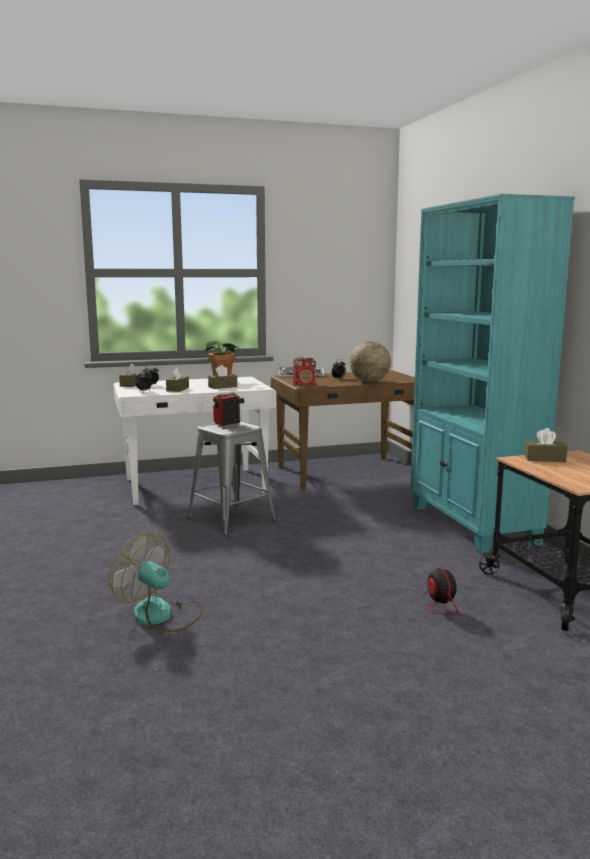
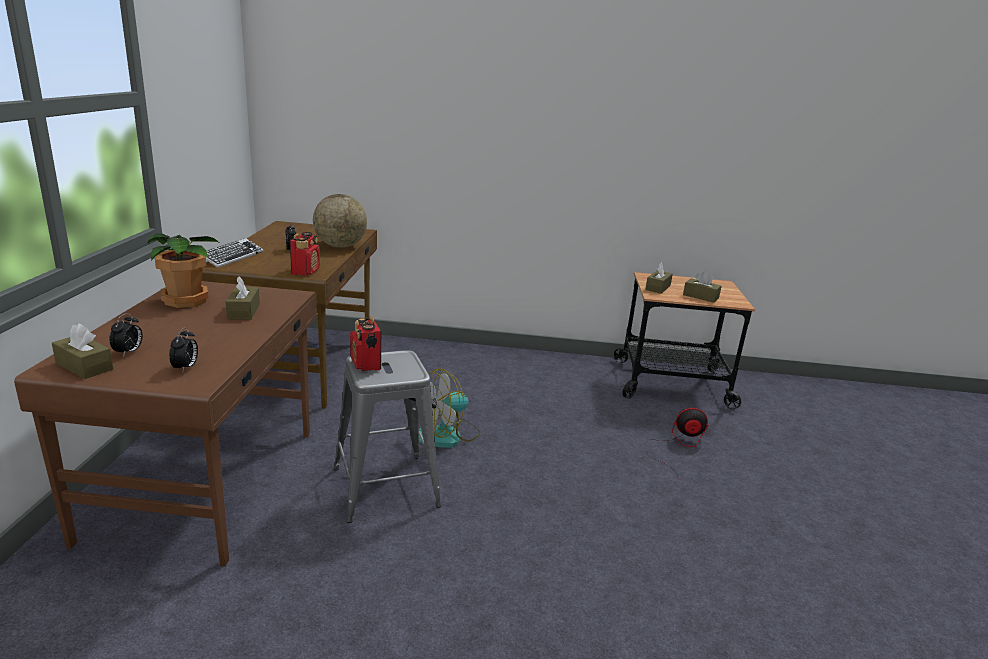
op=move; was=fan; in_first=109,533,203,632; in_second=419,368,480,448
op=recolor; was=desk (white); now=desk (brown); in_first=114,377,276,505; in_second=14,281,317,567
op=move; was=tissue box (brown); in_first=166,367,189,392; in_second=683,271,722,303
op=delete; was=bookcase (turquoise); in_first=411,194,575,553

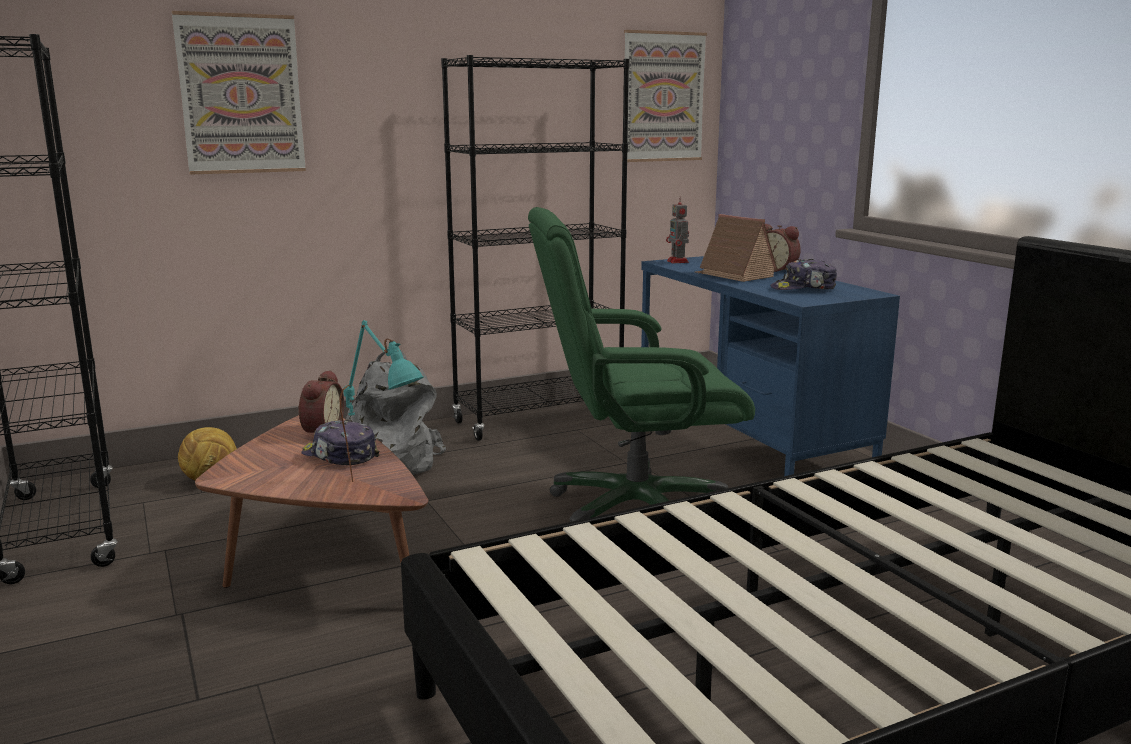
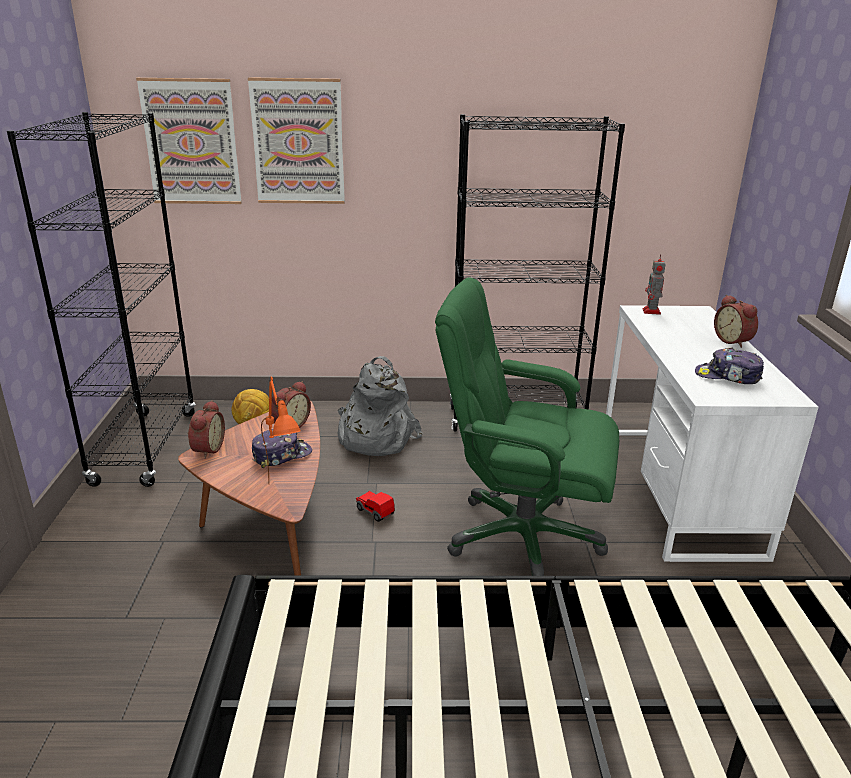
op=rotate; was=cap; in_first=301,419,380,465; in_second=252,429,312,468; clockwise=90
op=recolor; was=table lamp (turquoise); now=table lamp (orange); in_first=340,320,424,482; in_second=261,377,300,481
op=move; was=picture; in_first=624,30,707,162; in_second=136,78,242,204
op=recolor; was=desk (blue); now=desk (white); in_first=641,256,900,476; in_second=606,305,818,562
op=delete; was=toy house; in_first=695,214,778,282
op=insert; now=alarm clock; in_second=188,400,225,459
op=insert; now=toy car; in_second=356,491,395,522

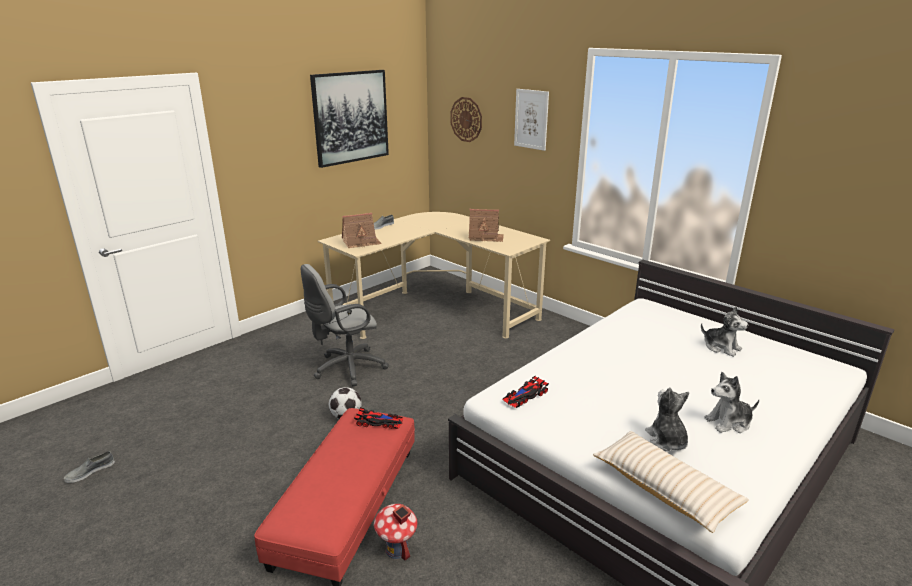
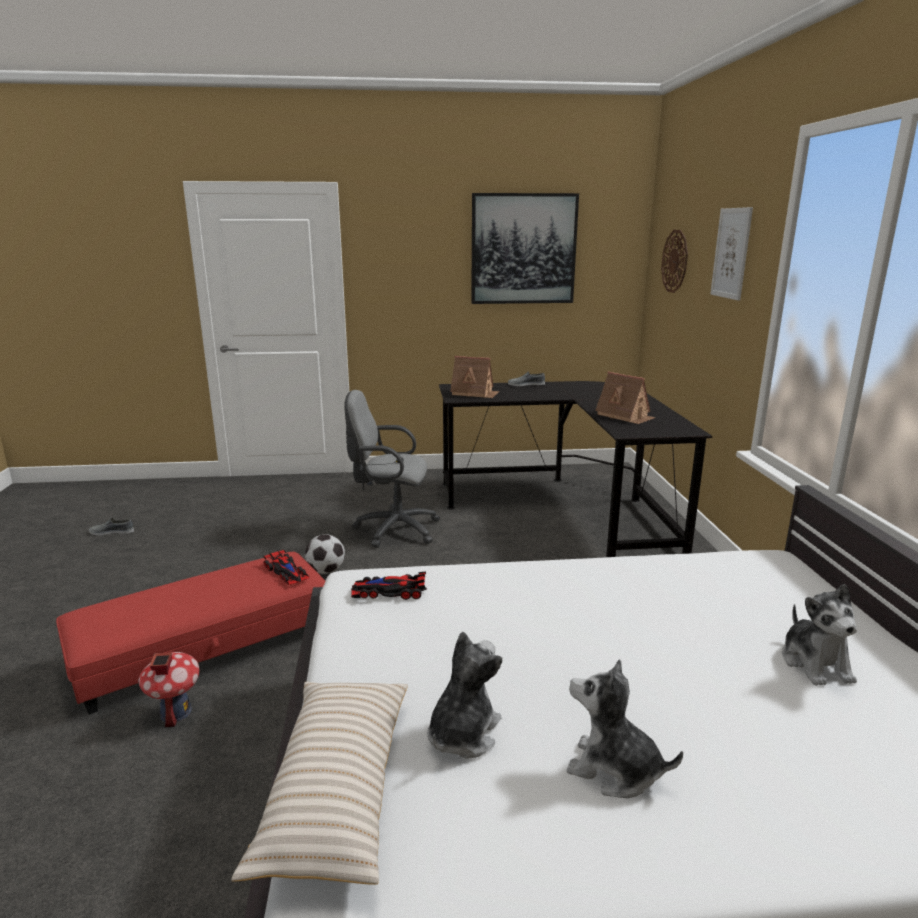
op=recolor; was=desk (beige); now=desk (black); in_first=318,212,550,339; in_second=439,381,712,557

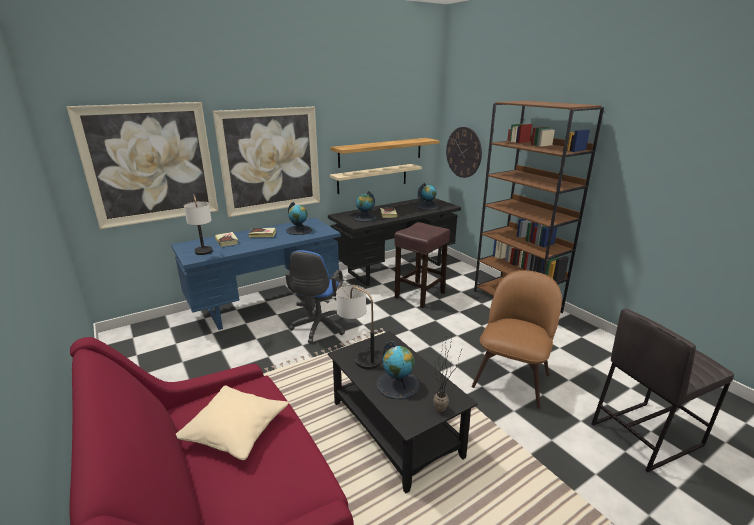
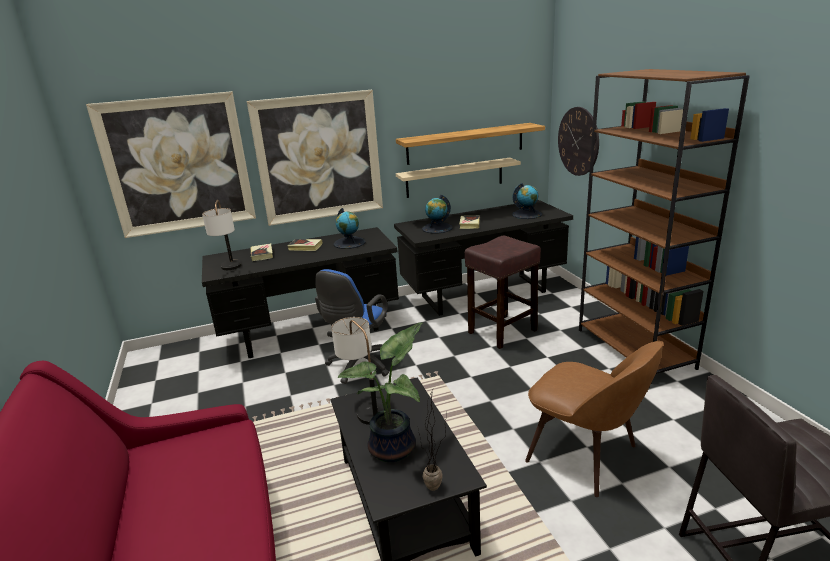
op=recolor; was=desk (blue); now=desk (black); in_first=171,218,341,330; in_second=202,227,399,359
op=delete; was=pillow (beige); in_first=176,385,289,460
op=replace; was=globe; now=potted plant; in_first=377,341,420,400; in_second=337,323,422,462
op=rotate; was=chair (brown); in_first=472,270,562,409; in_second=525,341,664,497; clockwise=90

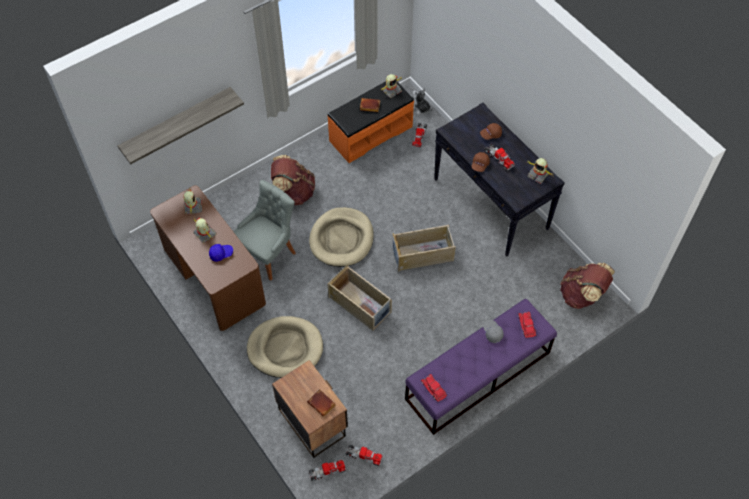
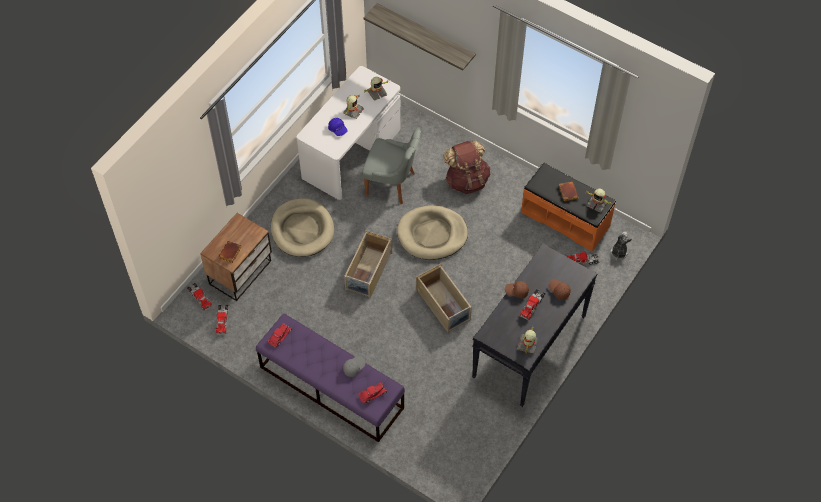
op=recolor; was=desk (brown); now=desk (white); in_first=150,185,266,331; in_second=297,66,401,200
op=delete; was=backpack (brown); in_first=560,263,615,309

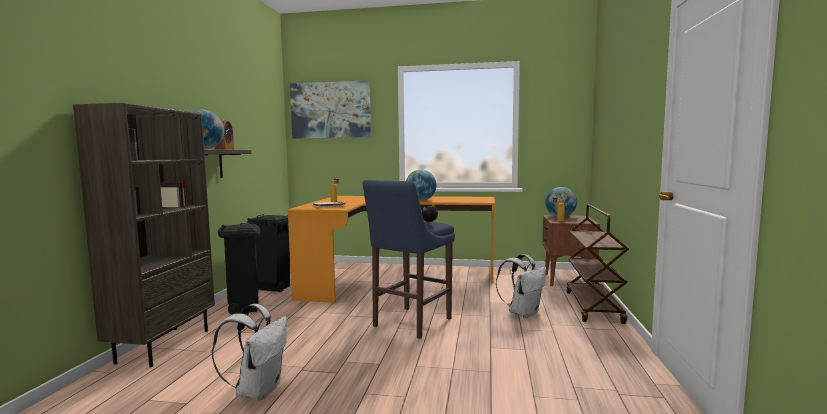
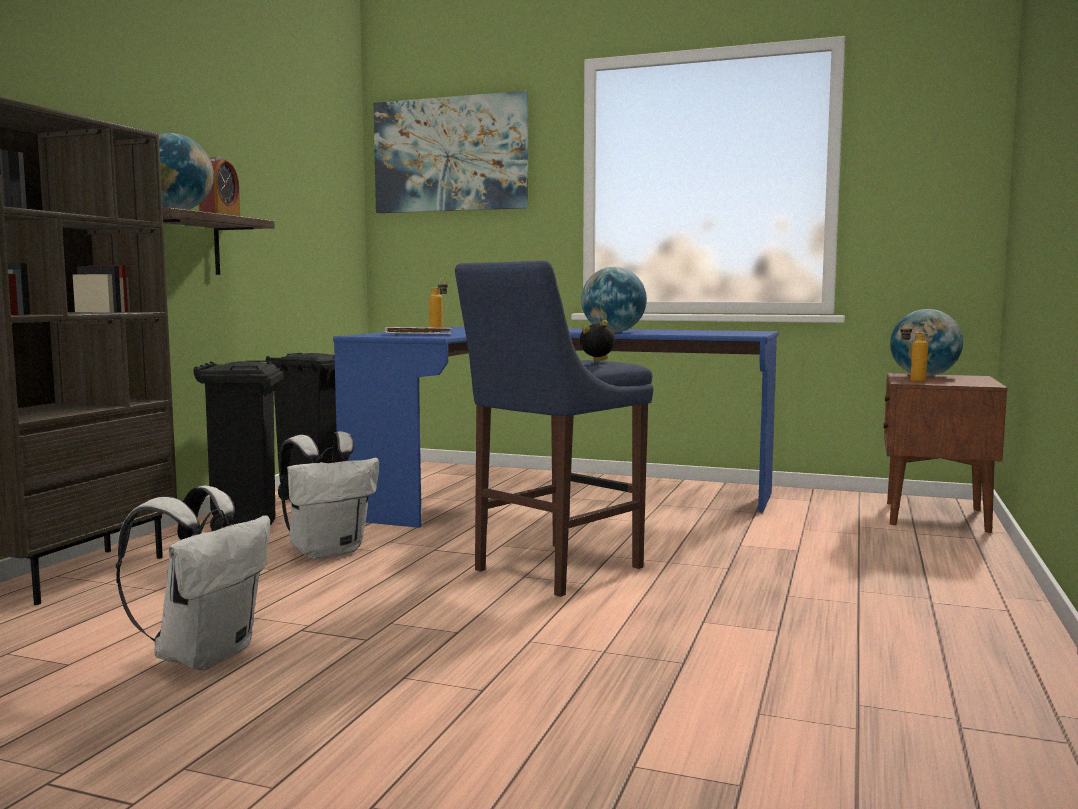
op=recolor; was=desk (orange); now=desk (blue); in_first=287,196,495,303; in_second=333,327,779,528
op=move; was=backpack (white); in_first=496,254,546,318; in_second=279,431,379,559
op=delete; was=cart (brown); in_first=566,204,629,324

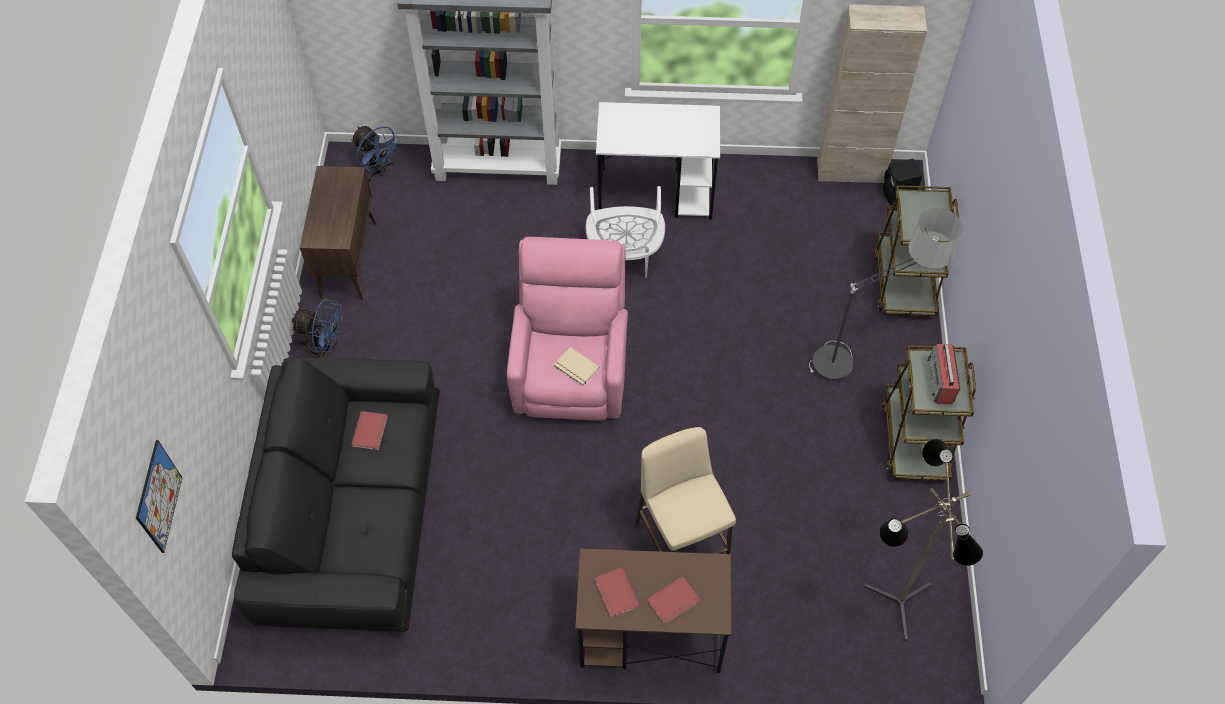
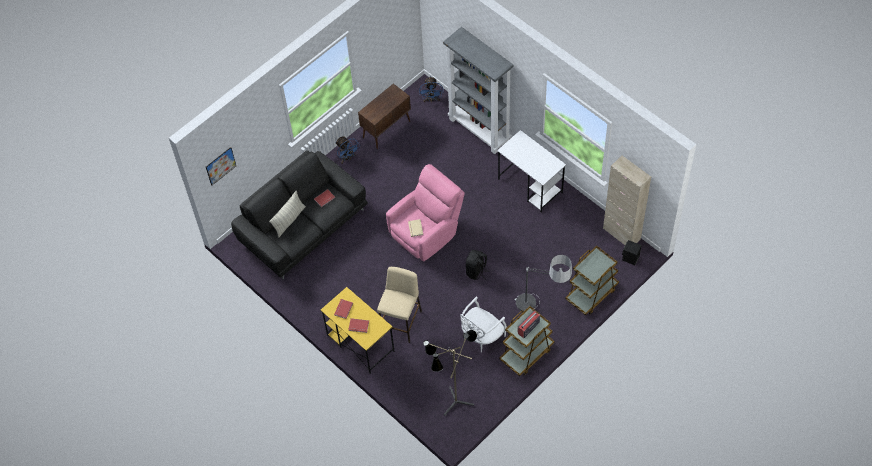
op=recolor; was=desk (brown); now=desk (yellow); in_first=575,548,731,673; in_second=321,287,395,374
op=move; was=chair (white); in_first=586,186,665,278; in_second=461,296,507,353
op=insert; now=pillow; in_second=269,191,306,237
op=insert; now=backpack (black); in_second=466,250,487,280

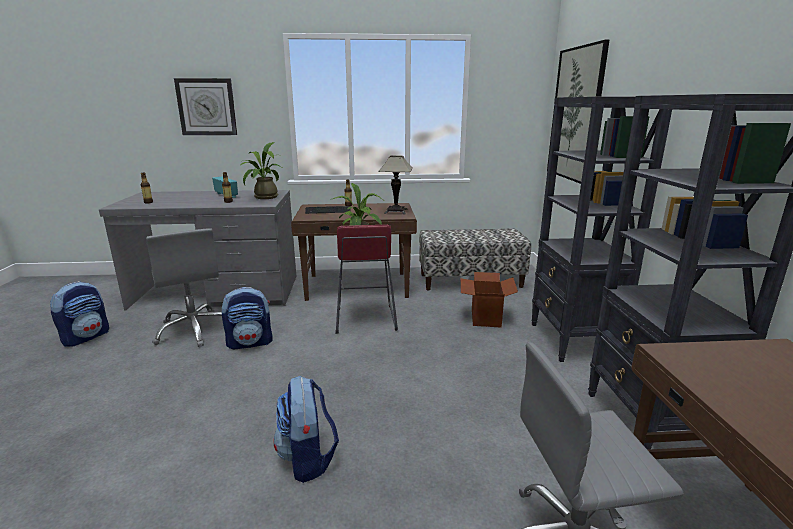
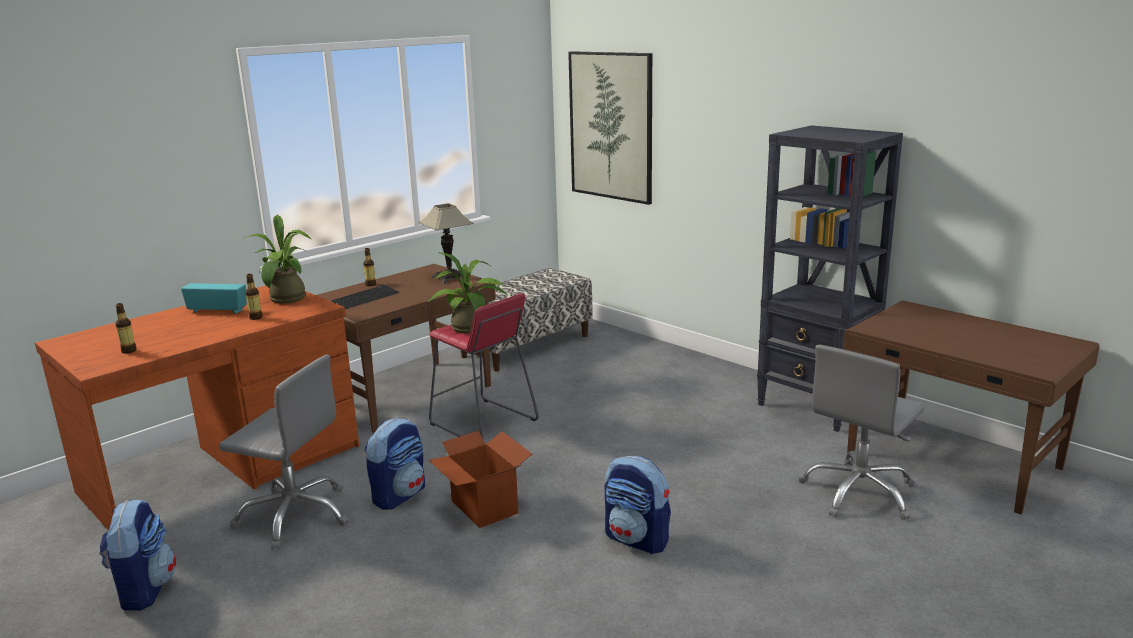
op=recolor; was=desk (grey); now=desk (brown); in_first=99,190,296,311; in_second=35,286,359,531
op=delete; was=wall clock; in_first=174,78,237,135
op=move; was=cardboard box; in_first=461,272,518,328; in_second=429,431,532,528
op=delete; was=bookcase (black); in_first=531,97,672,362

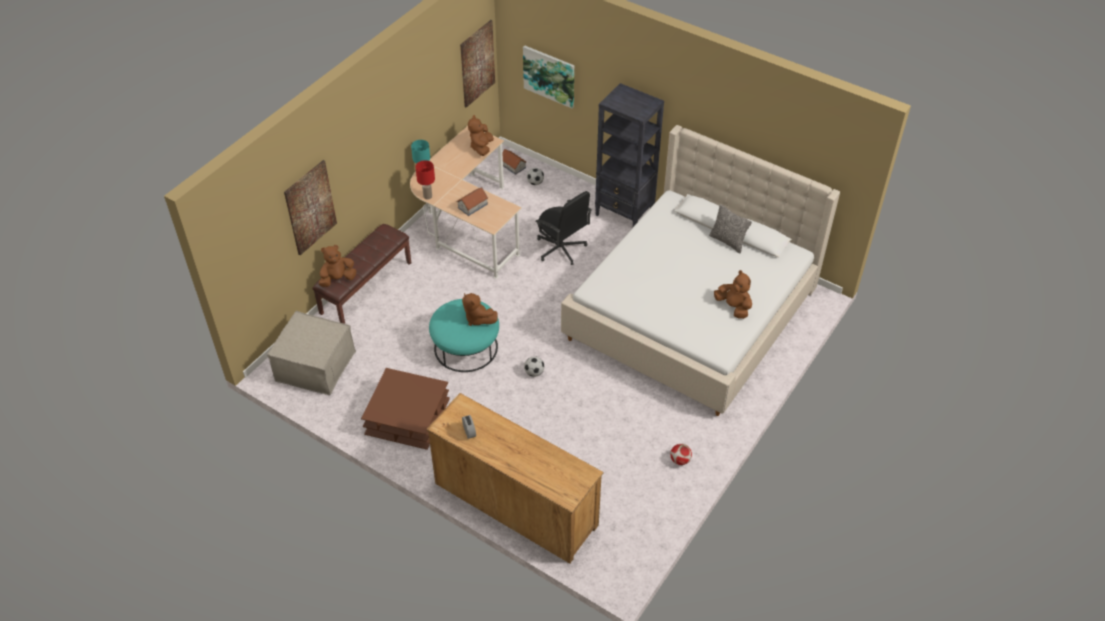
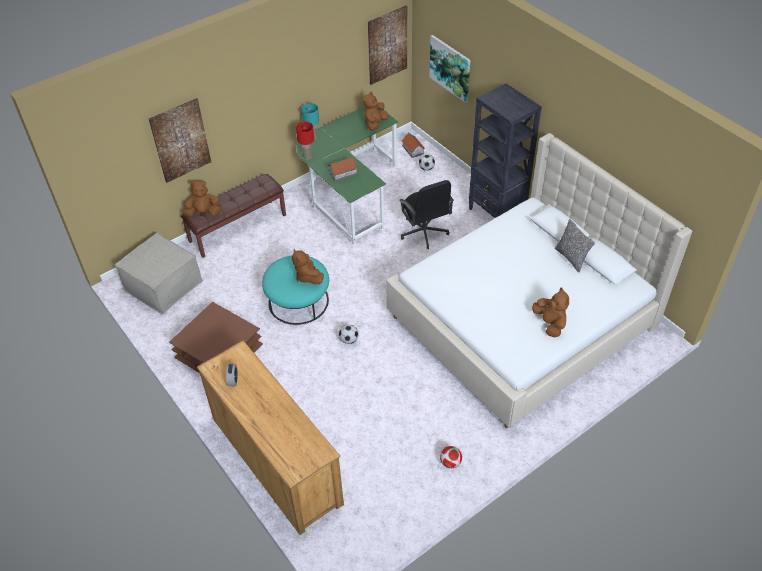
op=recolor; was=desk (beige); now=desk (green); in_first=410,126,522,279; in_second=296,106,398,246

